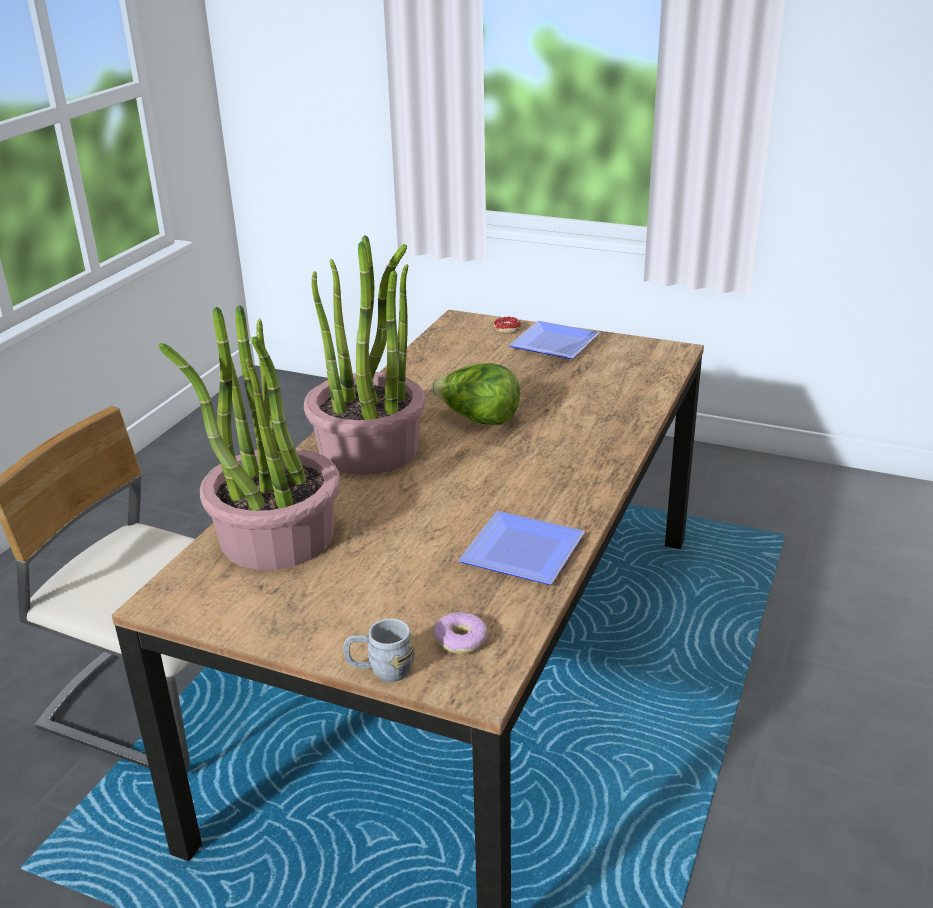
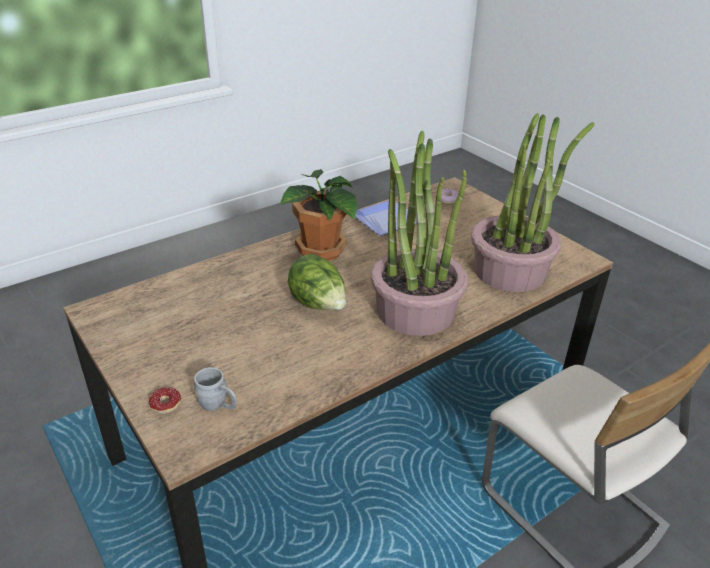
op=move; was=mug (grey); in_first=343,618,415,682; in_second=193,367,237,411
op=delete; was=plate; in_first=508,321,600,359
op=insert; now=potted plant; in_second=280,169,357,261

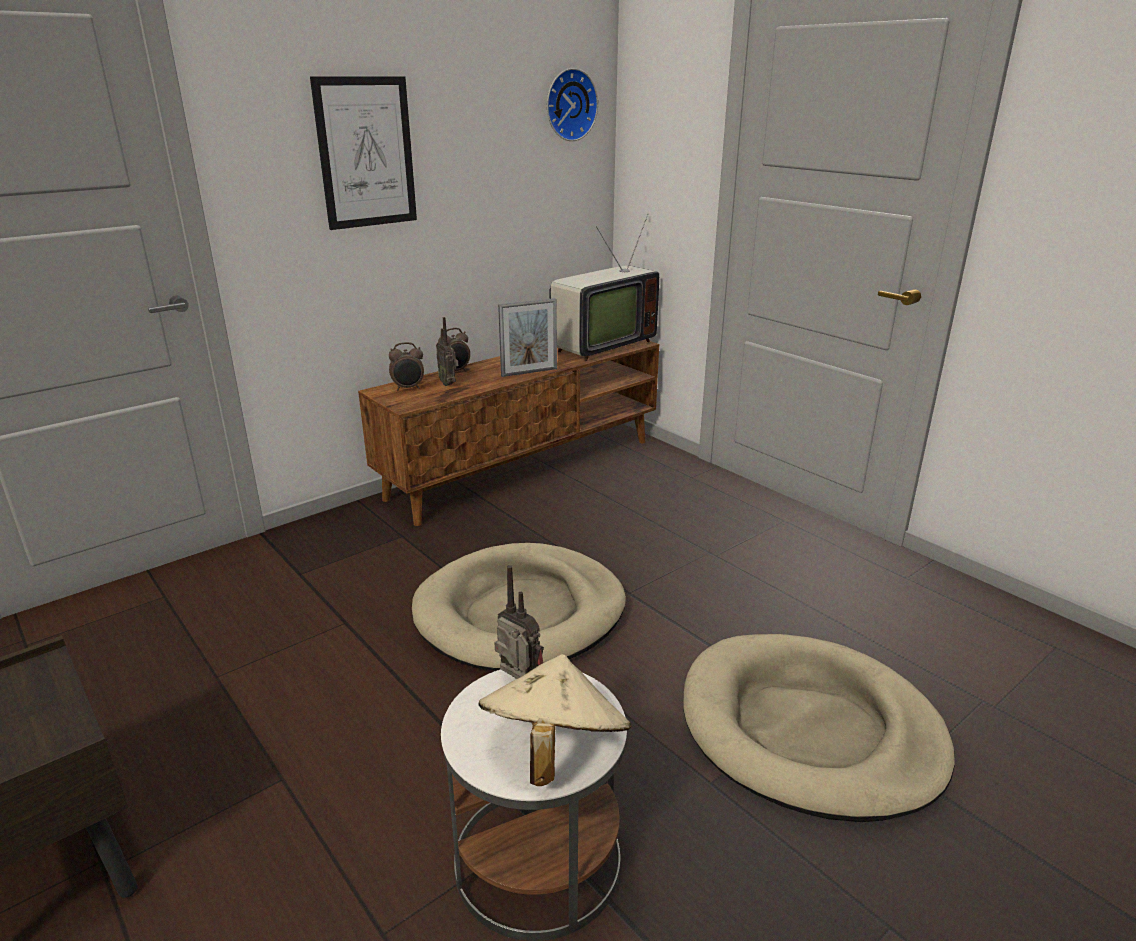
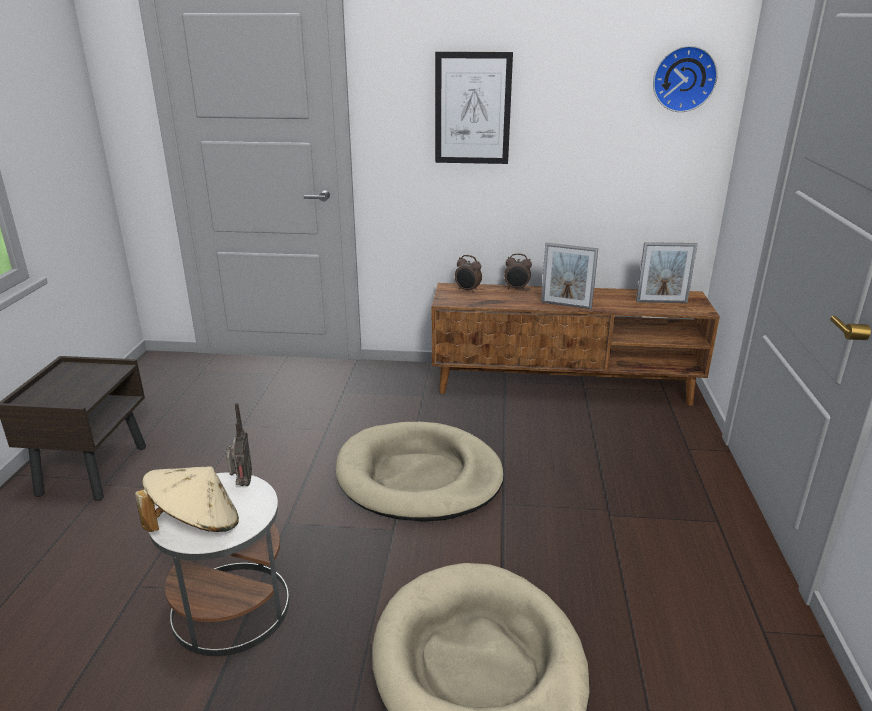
op=delete; was=radio; in_first=436,317,458,386
op=replace; was=television; now=picture frame; in_first=550,214,659,361; in_second=636,242,698,303

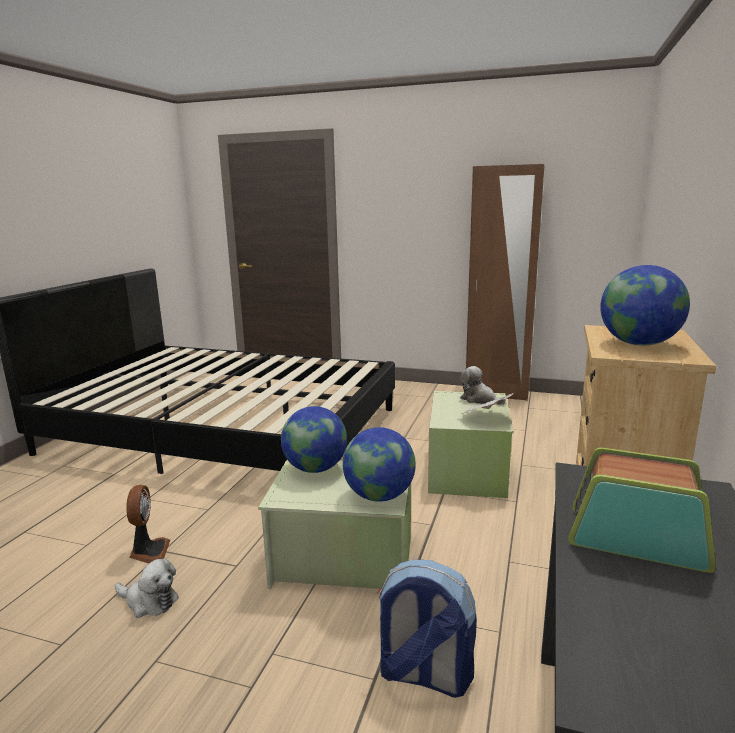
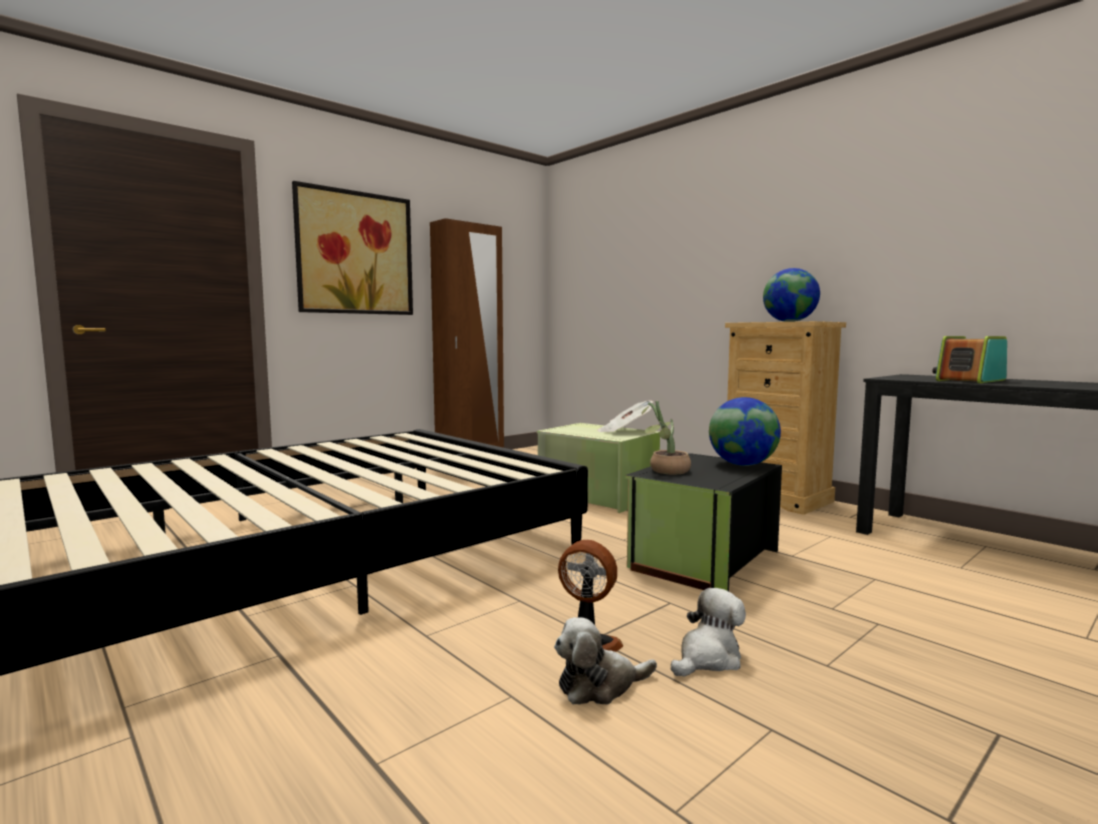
op=recolor; was=storage box (green); now=storage box (black); in_first=258,460,411,589; in_second=625,453,782,591
op=replace; was=globe; now=potted plant; in_first=281,406,347,473; in_second=641,401,691,474
op=delete; was=backpack; in_first=377,560,477,698
op=move; was=plush toy; in_first=460,366,506,405; in_second=554,617,657,705
op=insert; now=picture; in_second=292,181,413,315

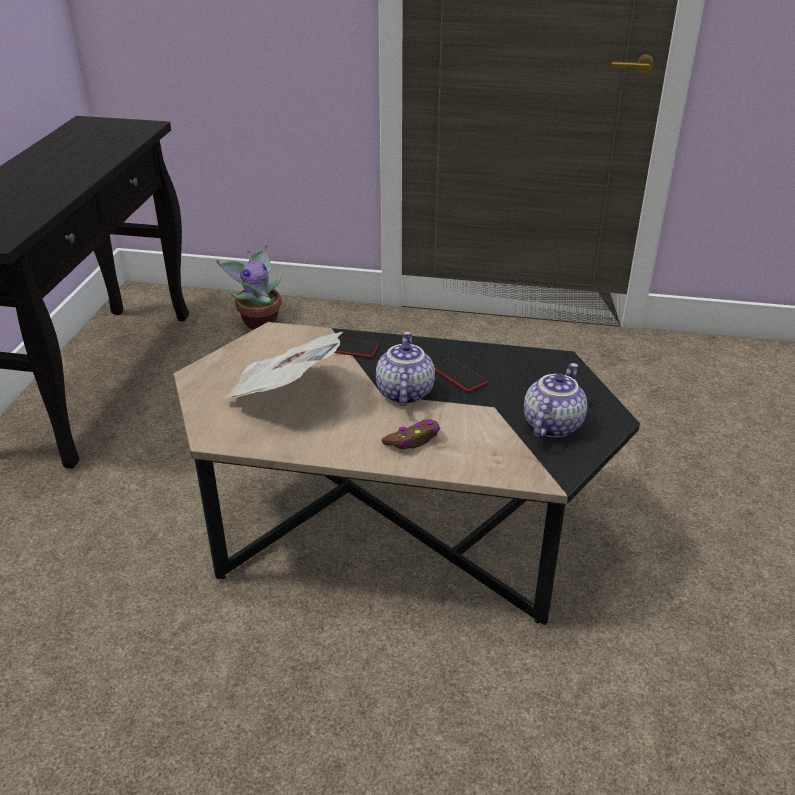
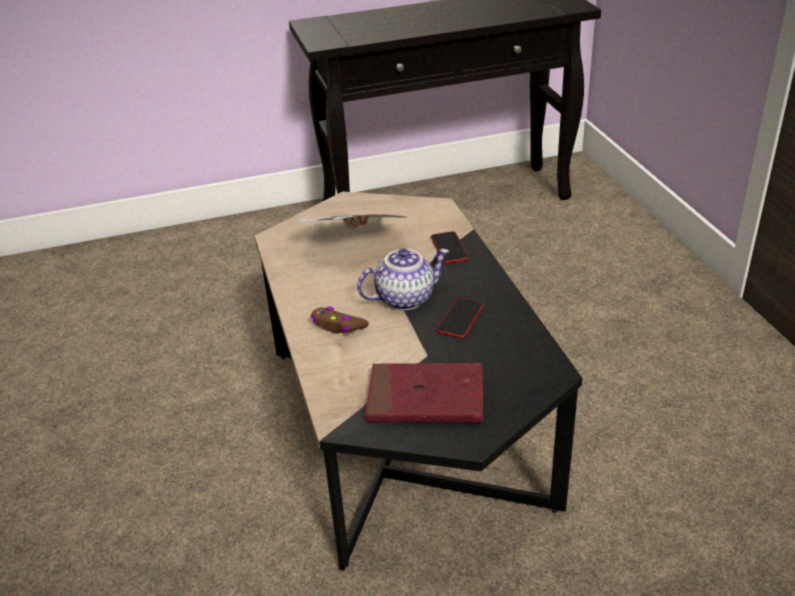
op=delete; was=potted plant; in_first=216,244,282,330
op=replace; was=teapot; now=book (red); in_first=524,363,587,438; in_second=365,363,483,423

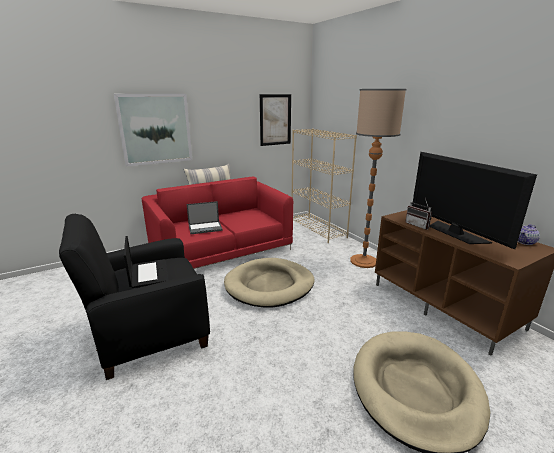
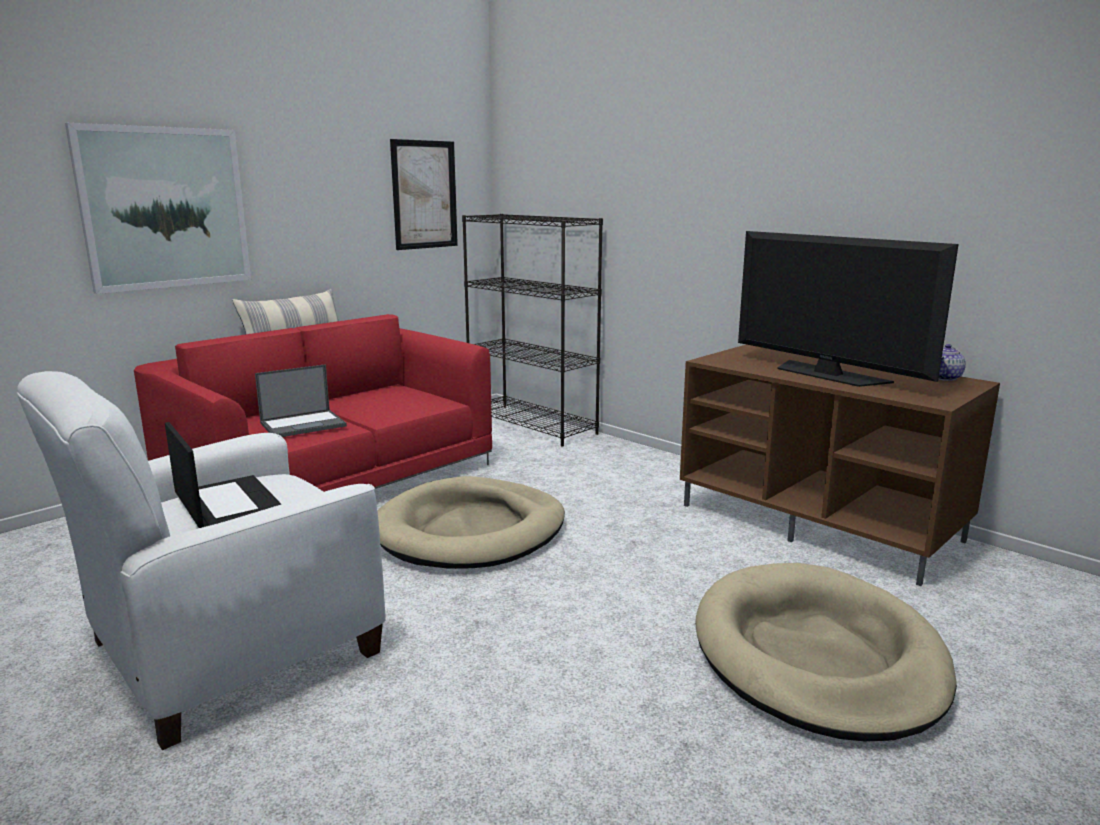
op=recolor; was=armchair (black); now=armchair (white); in_first=59,214,210,380; in_second=17,371,386,750
op=recolor; was=bookcase (beige); now=bookcase (black); in_first=291,129,357,243; in_second=462,214,603,447
op=delete; was=floor lamp; in_first=350,89,406,268
op=delete; was=radio; in_first=405,198,432,230

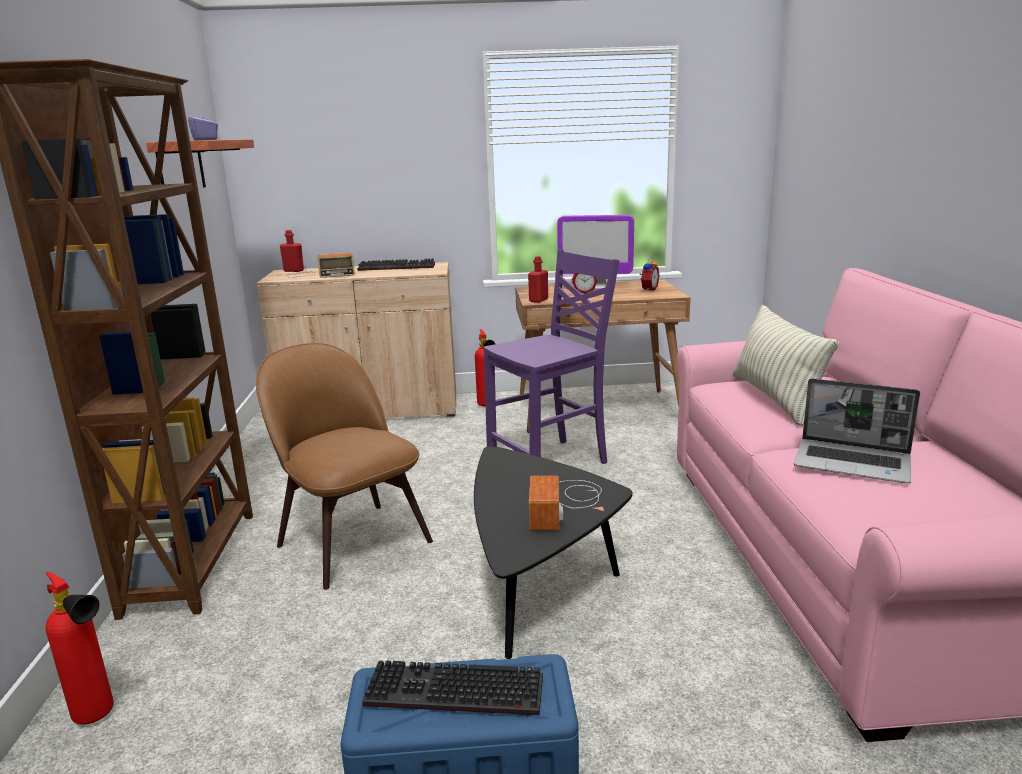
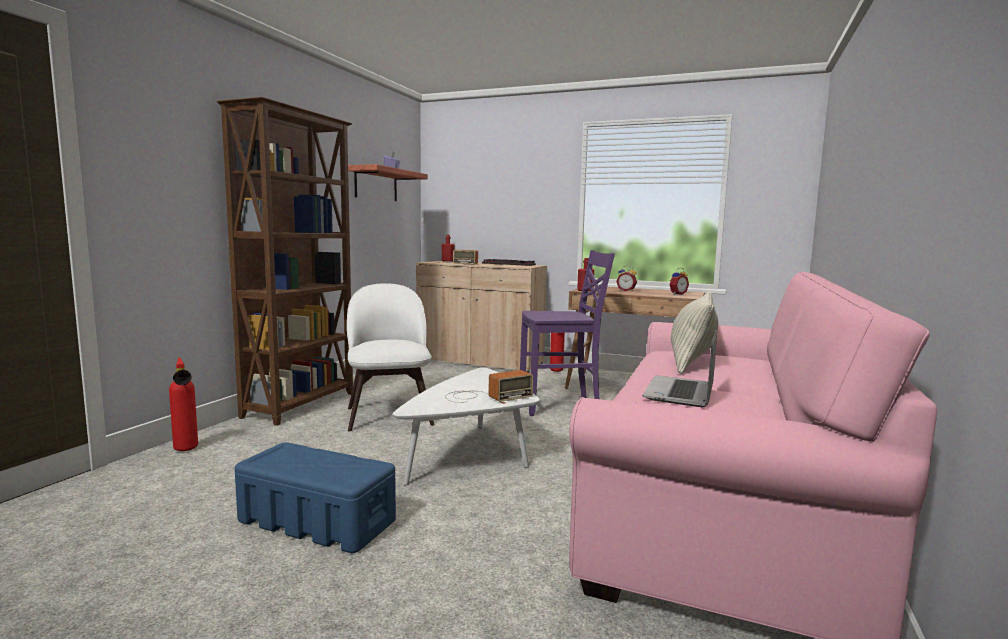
op=recolor; was=chair (brown); now=chair (white); in_first=256,343,433,590; in_second=347,283,434,431
op=delete; was=keyboard; in_first=362,661,543,715
op=recolor; was=coffee table (black); now=coffee table (white); in_first=474,446,633,659; in_second=392,367,540,485
op=rotate; was=radio; in_first=529,475,602,531; in_second=445,370,533,403; clockwise=-150
op=delete; was=monitor; in_first=557,215,634,290
op=rotate; was=laptop; in_first=794,378,920,484; in_second=643,330,717,407; clockwise=60

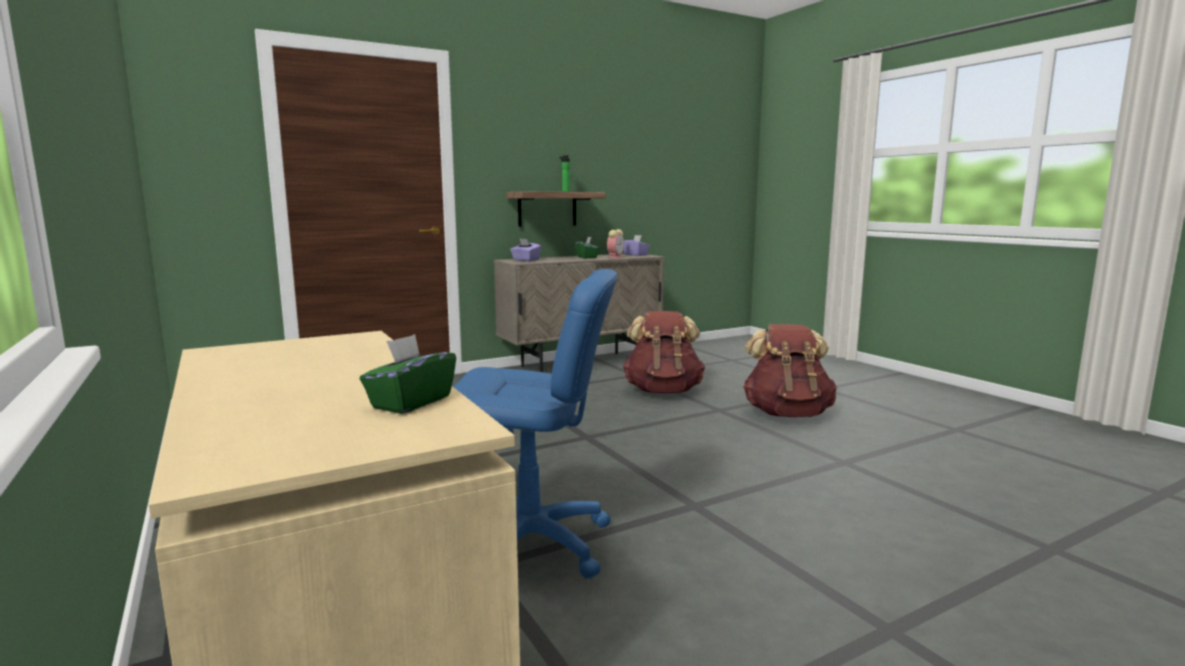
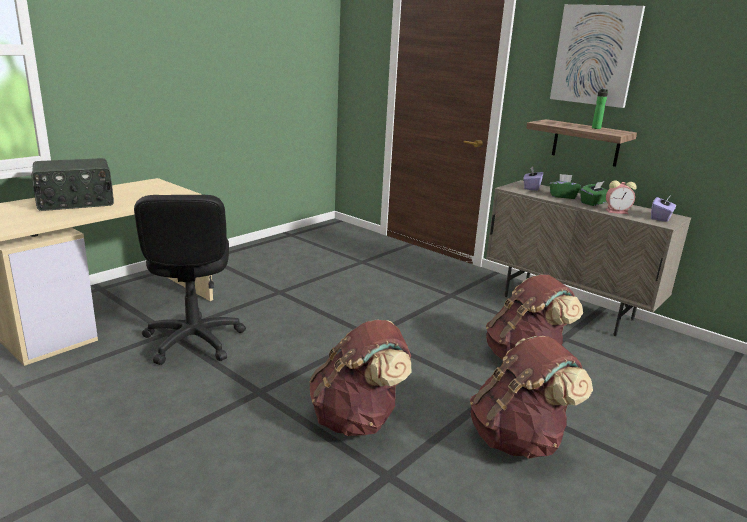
op=move; was=tissue box (green); in_first=360,334,456,414; in_second=549,174,581,199
op=recolor; was=office chair (blue); now=office chair (black); in_first=453,269,618,578; in_second=134,195,246,365
op=insert; now=radio; in_second=32,158,114,211
op=insert; now=backpack (brown); in_second=309,319,412,436
op=insert; now=picture; in_second=550,4,645,108

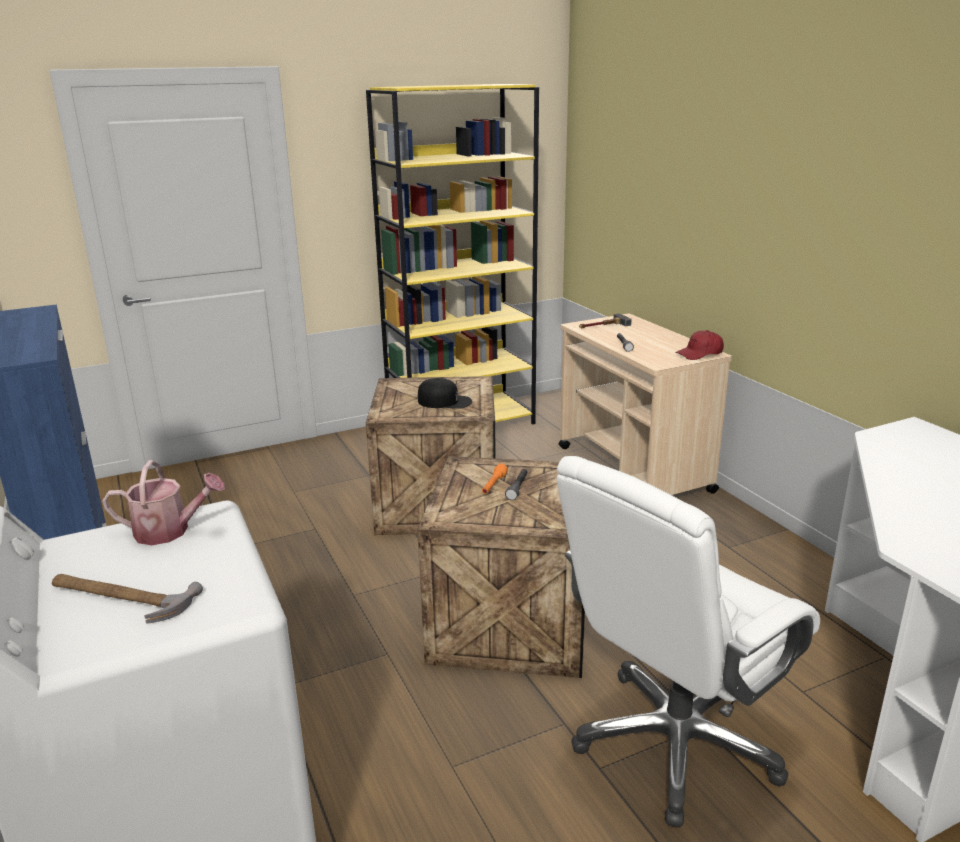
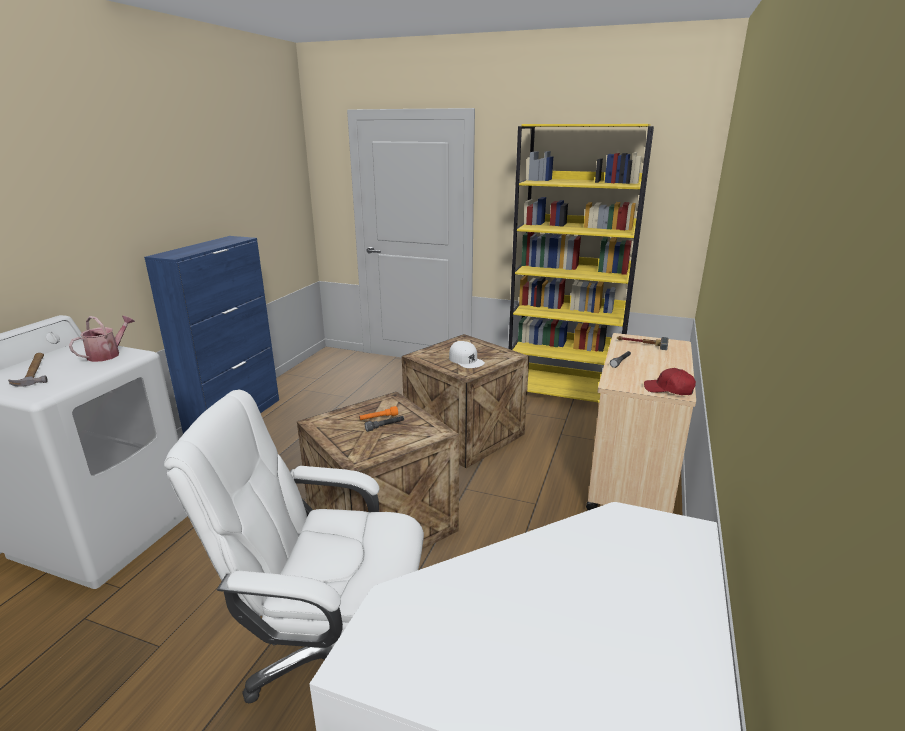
op=rotate; was=watering can; in_first=102,460,225,545; in_second=69,316,135,362; clockwise=-105
op=recolor; was=cap (black); now=cap (white); in_first=418,378,472,409; in_second=449,341,485,368

